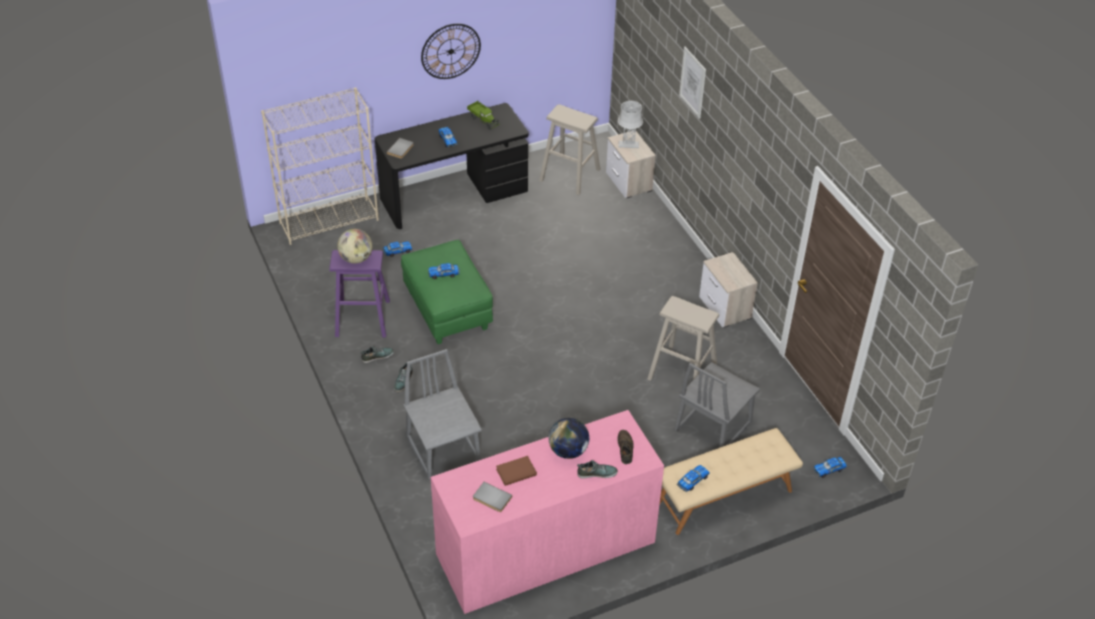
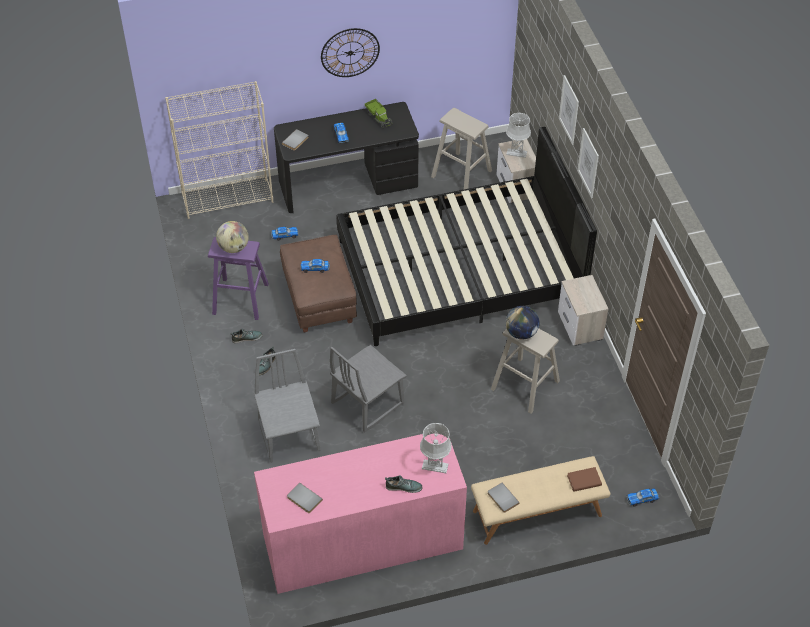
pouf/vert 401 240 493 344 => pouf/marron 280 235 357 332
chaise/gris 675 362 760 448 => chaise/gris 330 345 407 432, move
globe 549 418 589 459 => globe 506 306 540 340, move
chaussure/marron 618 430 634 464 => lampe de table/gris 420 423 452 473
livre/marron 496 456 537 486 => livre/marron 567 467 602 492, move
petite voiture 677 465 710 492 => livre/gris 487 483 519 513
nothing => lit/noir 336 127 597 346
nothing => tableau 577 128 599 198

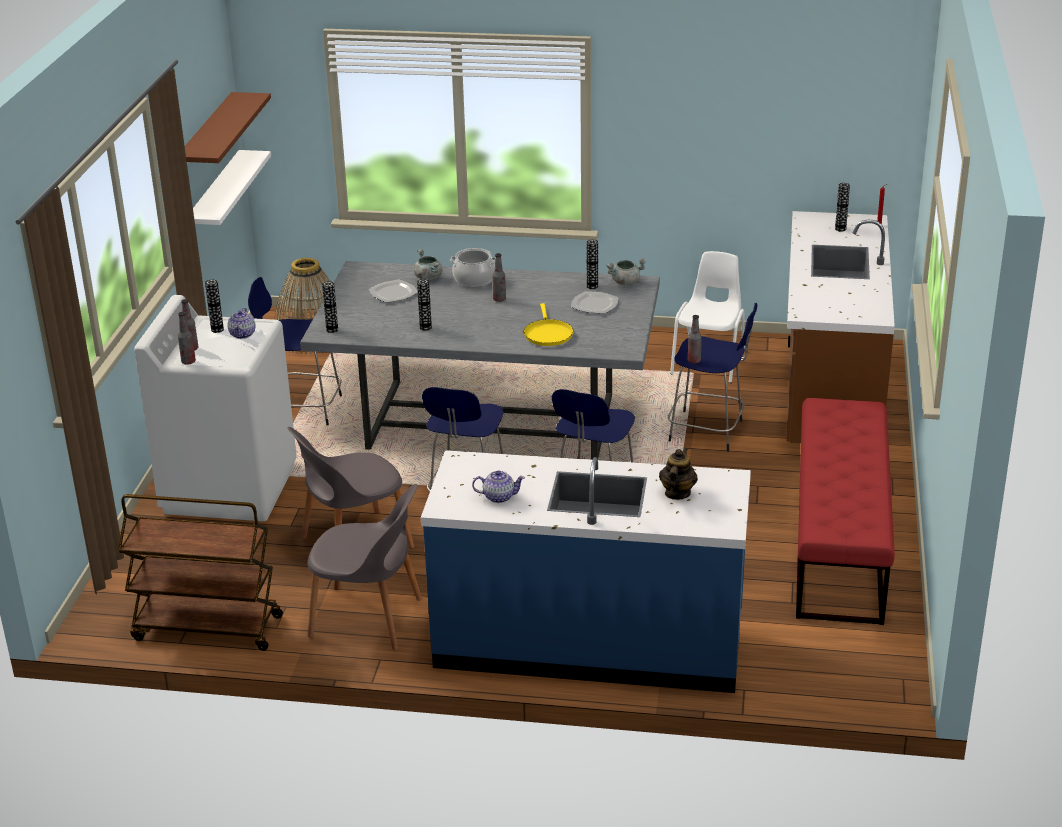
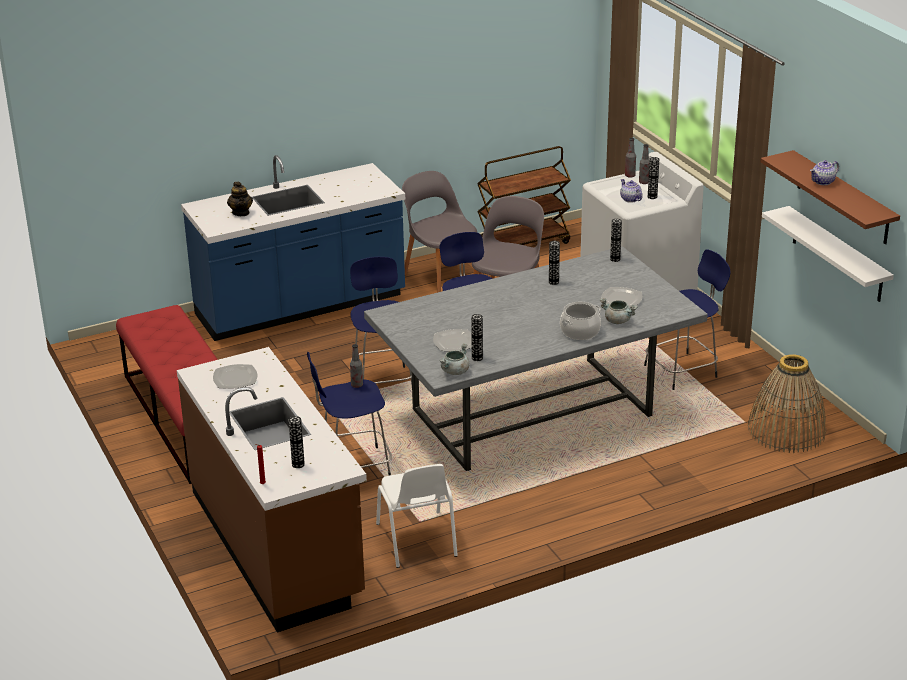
bouteille 492 253 506 302 => nothing
poêle/jaune 524 303 573 346 => nothing
théière 472 471 525 503 => théière 810 160 839 185, move
chaise/gris 308 484 422 650 => chaise/gris 402 171 483 293, 75 degrees clockwise
nothing => assiette 213 364 258 389

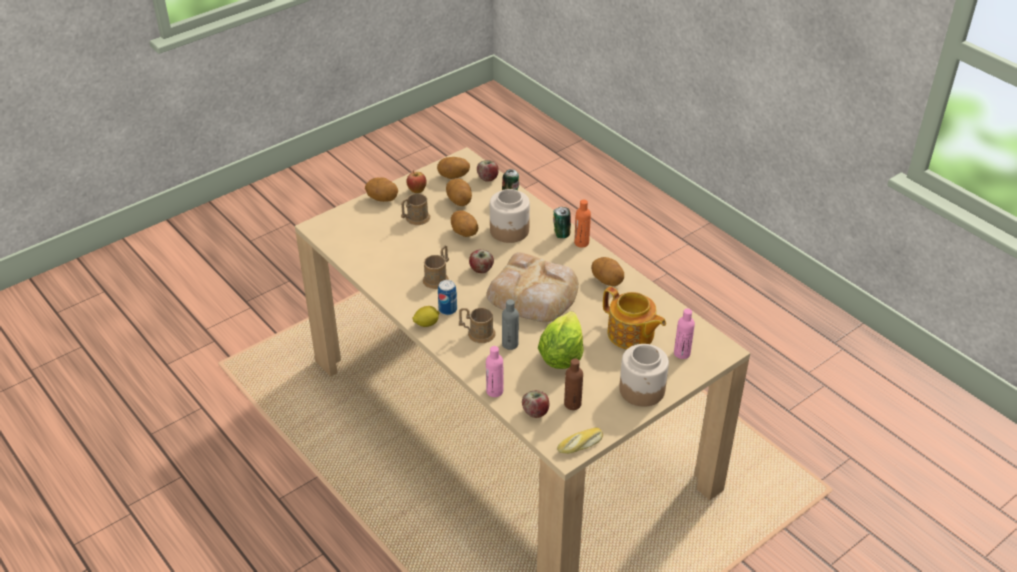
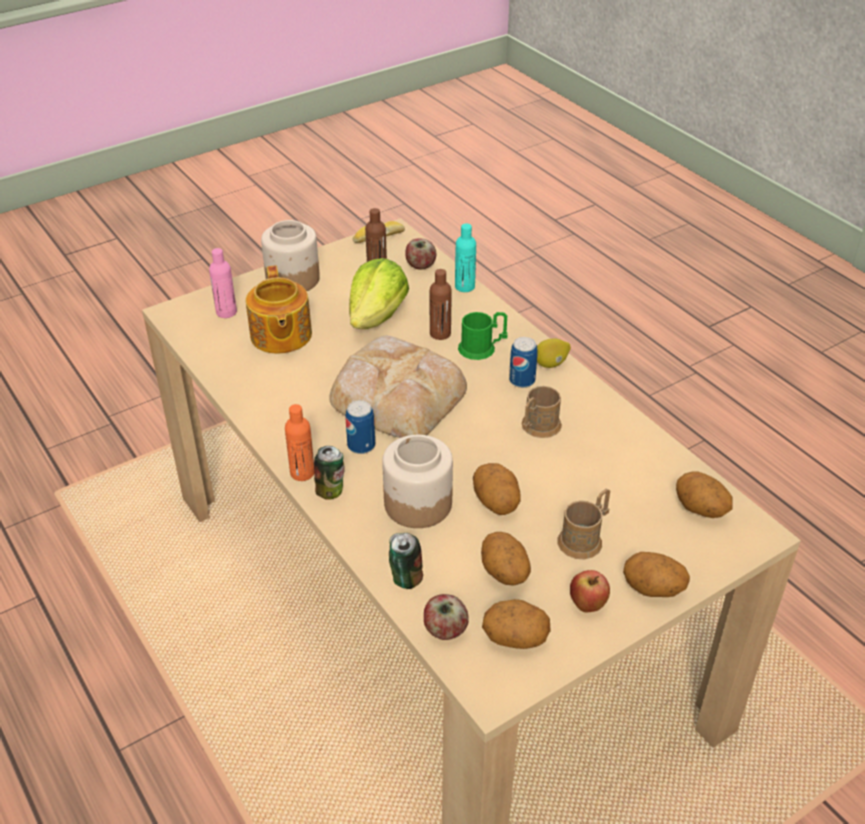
pomme 469 249 494 273 => nothing
pomme de terre 591 257 624 286 => pomme de terre 676 471 732 518, move
théière 603 287 666 349 => théière 246 265 312 354, 150 degrees counterclockwise
bouteille/gris 502 299 519 350 => bouteille/marron 430 269 452 340
mug/marron 459 307 496 343 => mug/vert 458 312 508 360
bouteille/rose 486 346 503 397 => bouteille/turquoise 455 223 476 292
nothing => boîte métallique 345 400 375 454

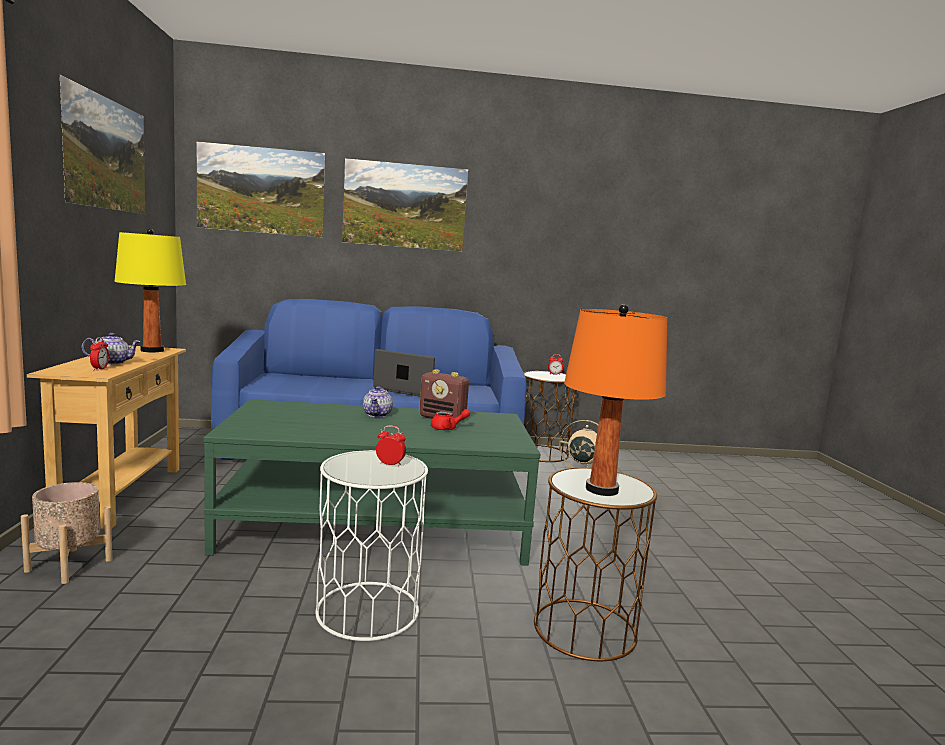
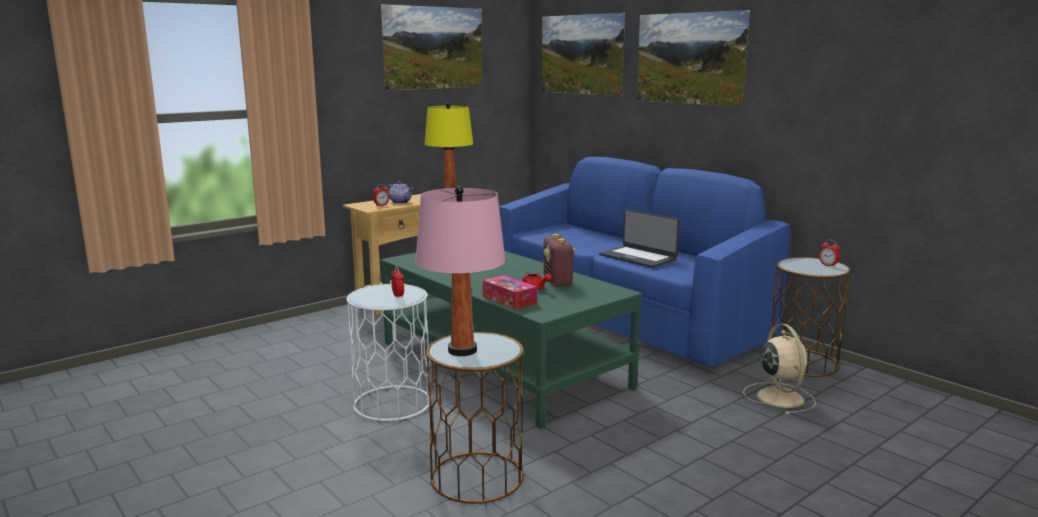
lampe de table/orange 564 304 667 496 => lampe de table/rose 415 186 505 356
ordinateur portable 373 349 435 397 => ordinateur portable 599 209 680 268, 150 degrees clockwise
théière 363 386 393 417 => nothing
cache-pot/beige 21 482 112 584 => nothing
nothing => boîte à mouchoirs 483 275 537 310

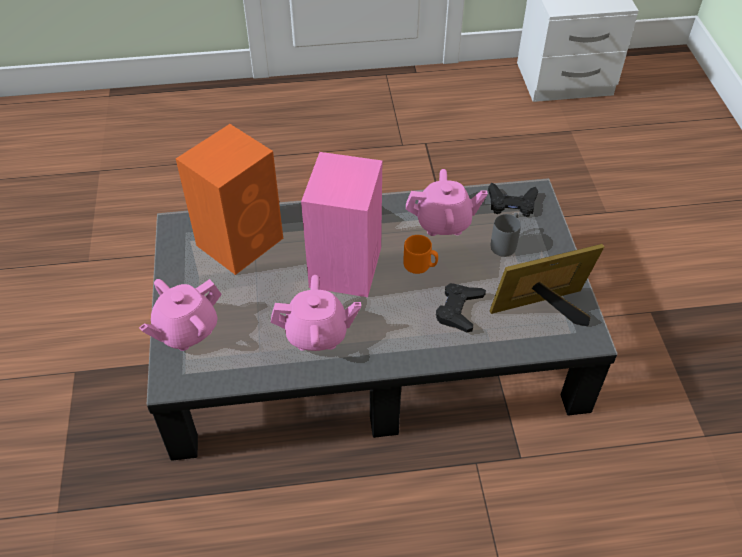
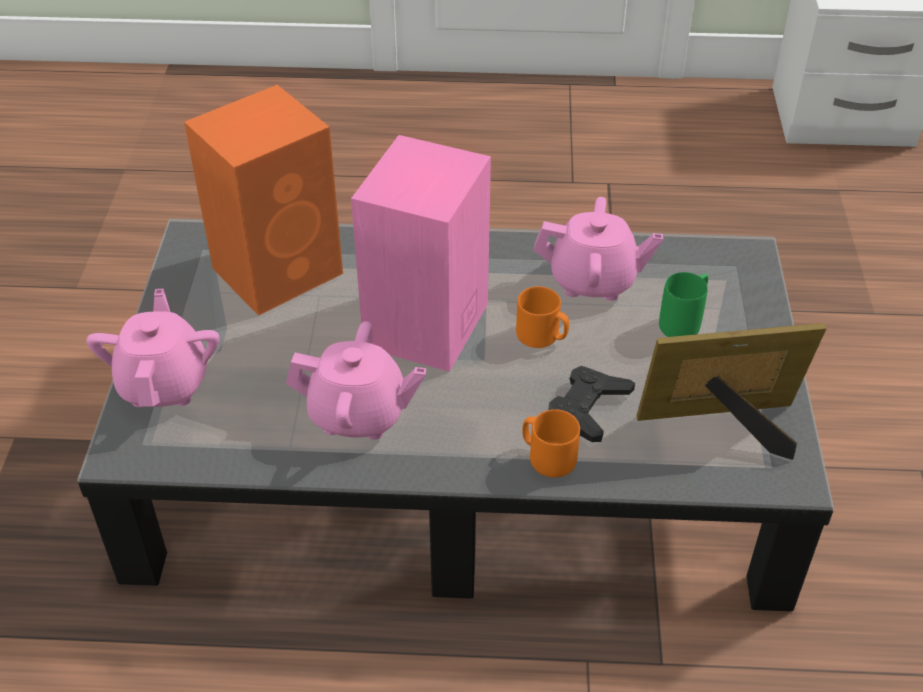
manette/noir 488 183 538 217 => nothing
mug/gris 491 213 521 257 => mug/vert 659 272 708 337
théière/rose 139 279 222 351 => théière/rose 86 289 219 407, 120 degrees clockwise
nothing => mug/orange 522 409 580 478

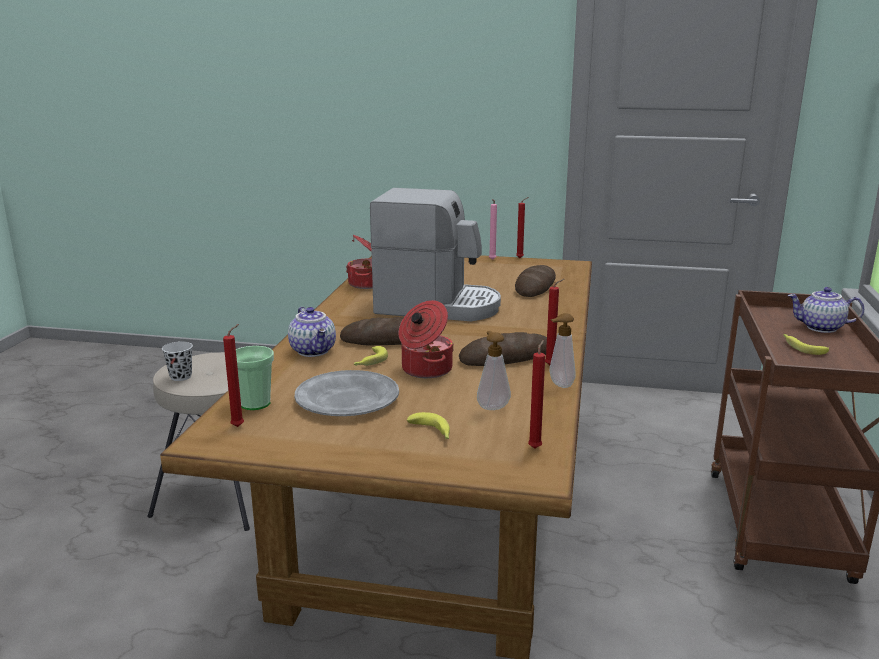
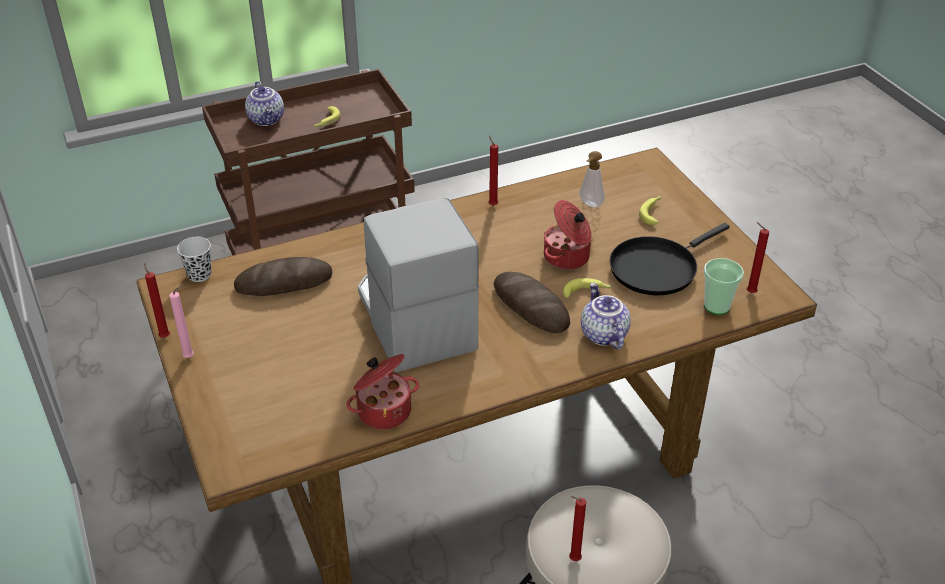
théière 288 307 336 357 => théière 581 283 631 349, 45 degrees counterclockwise
distributeur de savon 549 313 576 388 => nothing
pain 459 332 547 366 => nothing
bougie/rouge 528 339 545 449 => bougie/rouge 569 496 586 561, move
tasse/noir 162 341 193 381 => tasse/noir 177 237 211 282, move
assiette/gris 294 370 399 416 => poêle/noir 610 223 729 295

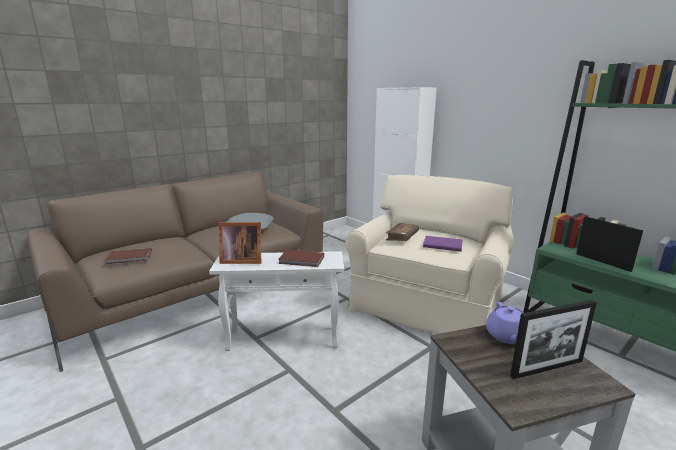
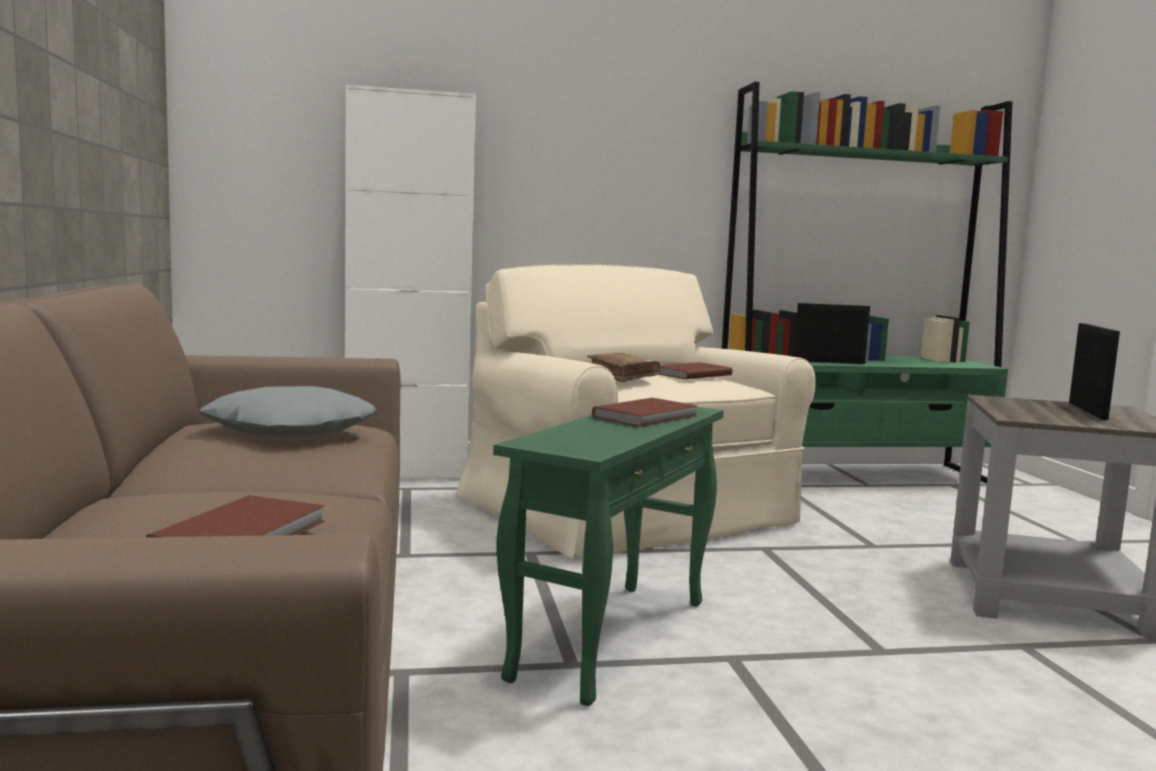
cadre photo 219 222 261 264 => nothing
livre/violet 423 236 462 252 => livre/marron 658 362 732 379
table d'appoint/blanc 209 251 344 351 => table d'appoint/vert 493 407 724 706
théière/violet 486 302 524 344 => nothing

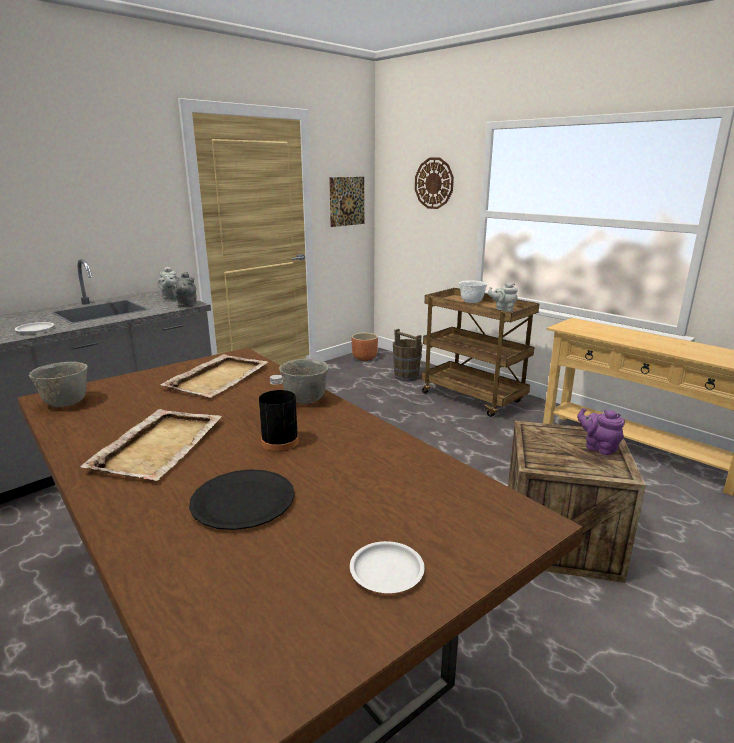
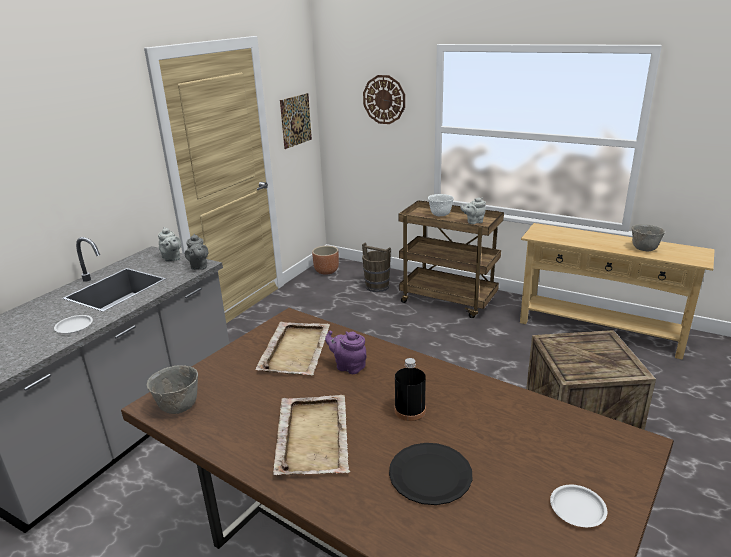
bol/gris 279 359 328 404 => bol/gris 631 224 665 251, move
théière/violet 577 408 625 455 => théière/violet 325 331 367 374, move

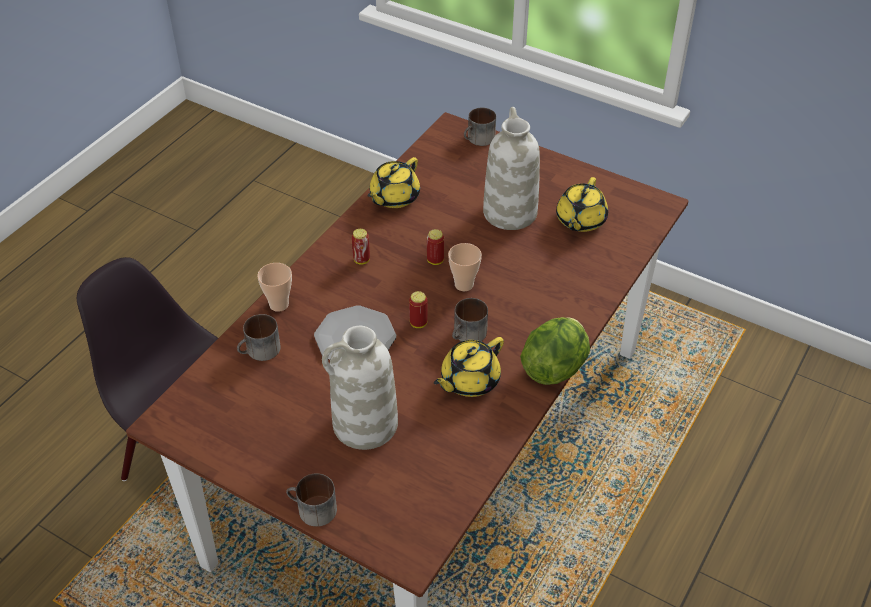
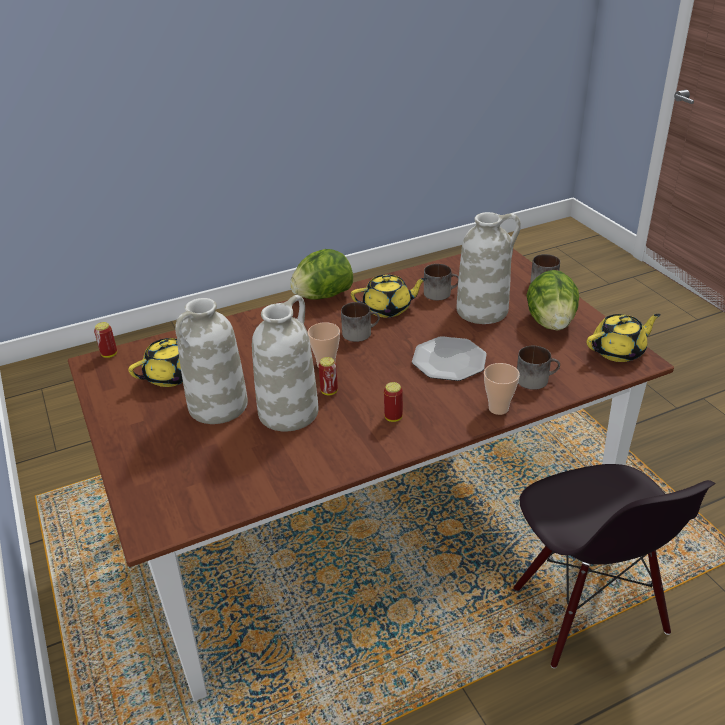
mug 464 108 496 146 => mug 424 264 459 300, move
théière/jaune 368 157 420 208 => théière/jaune 586 314 661 362, move
boîte métallique 409 291 428 328 => boîte métallique 94 322 117 358, move
nothing => laitue 526 270 579 330
nothing => vase/blanc 252 295 318 432

